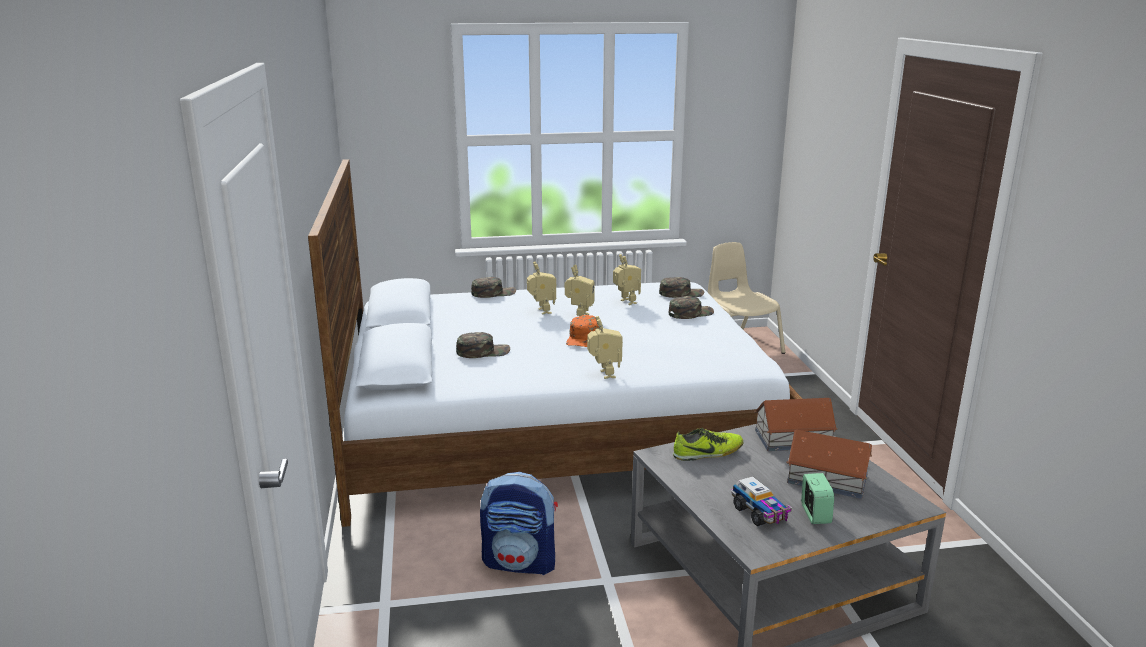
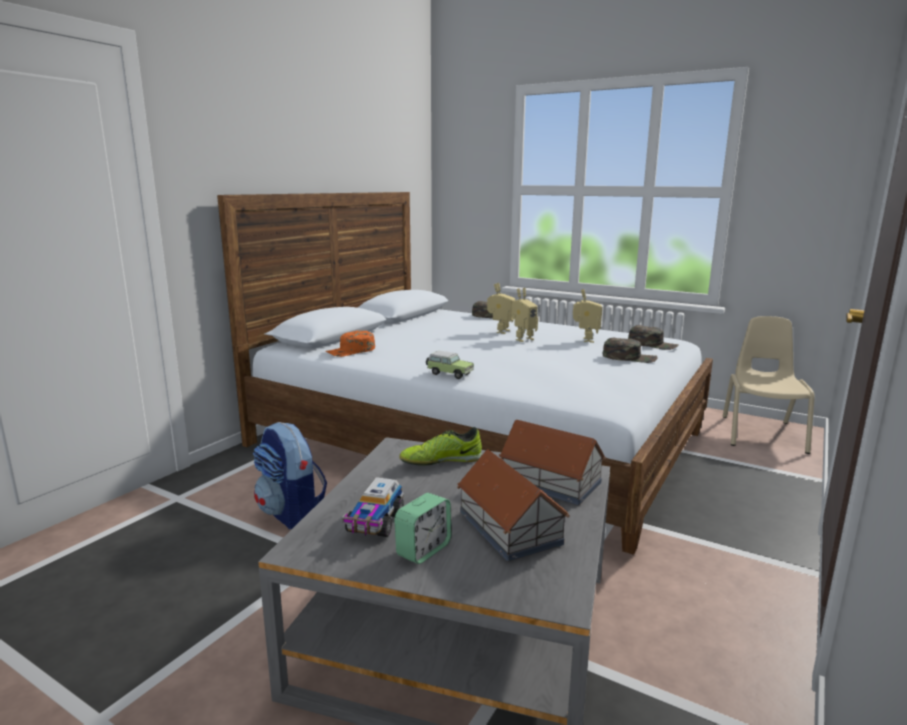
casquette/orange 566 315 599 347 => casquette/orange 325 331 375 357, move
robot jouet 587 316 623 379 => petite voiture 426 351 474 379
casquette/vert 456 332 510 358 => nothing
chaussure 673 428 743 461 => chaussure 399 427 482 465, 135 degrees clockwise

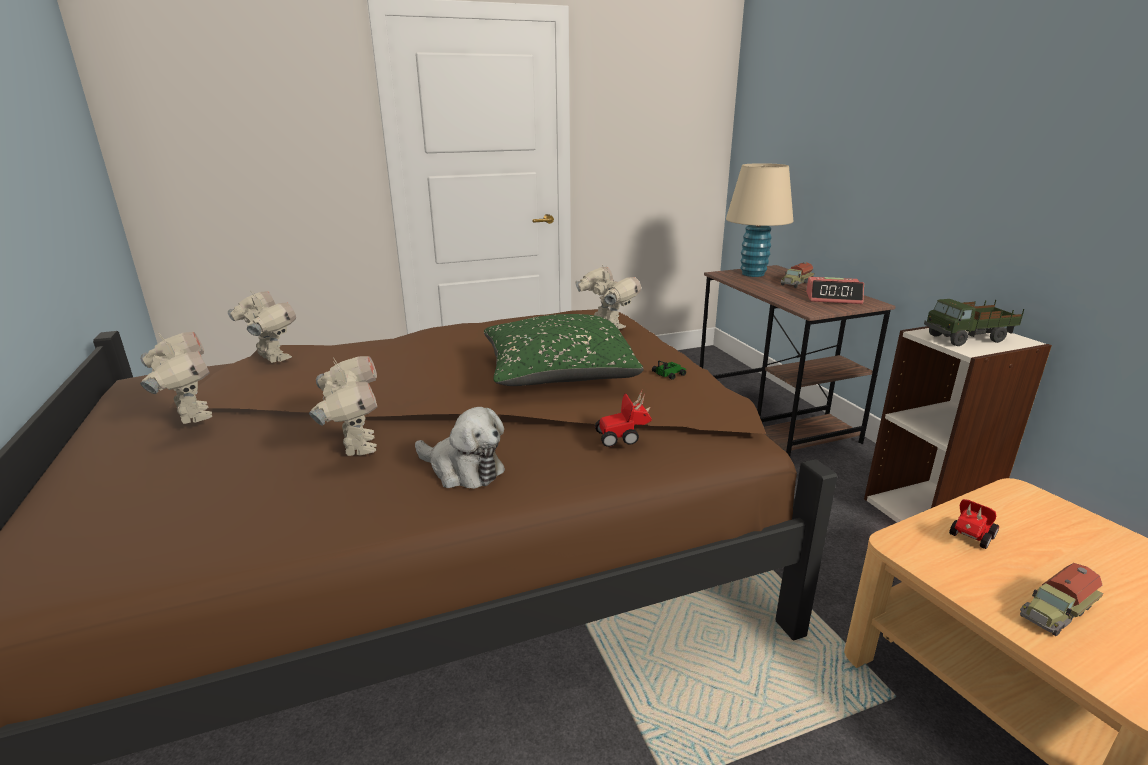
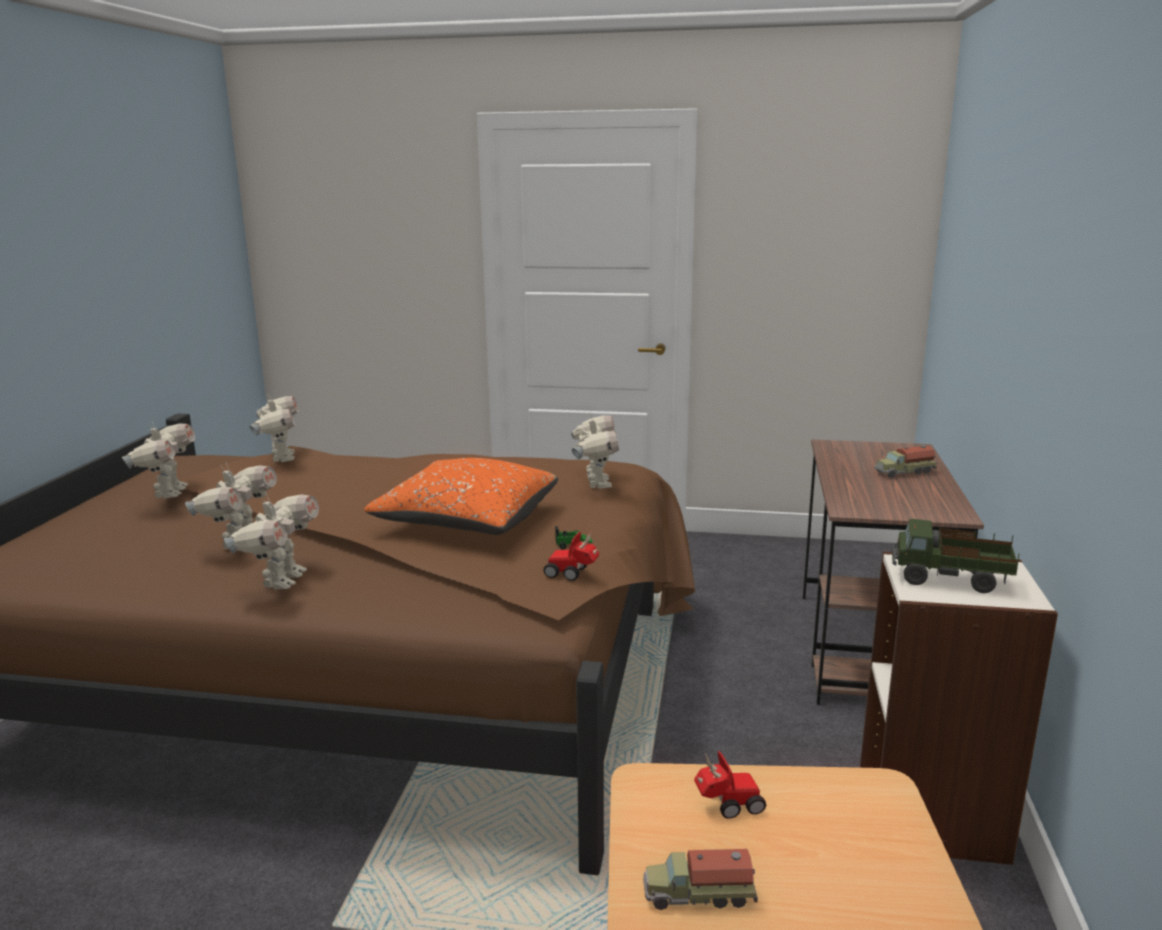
lampe de table/beige 726 163 793 277 => nothing
réveil 806 277 864 304 => nothing
coussin/vert 484 314 643 386 => coussin/orange 364 458 558 535
petite voiture 595 390 652 447 => petite voiture 543 530 599 581, move
peluche 415 407 505 489 => robot jouet 224 492 319 589

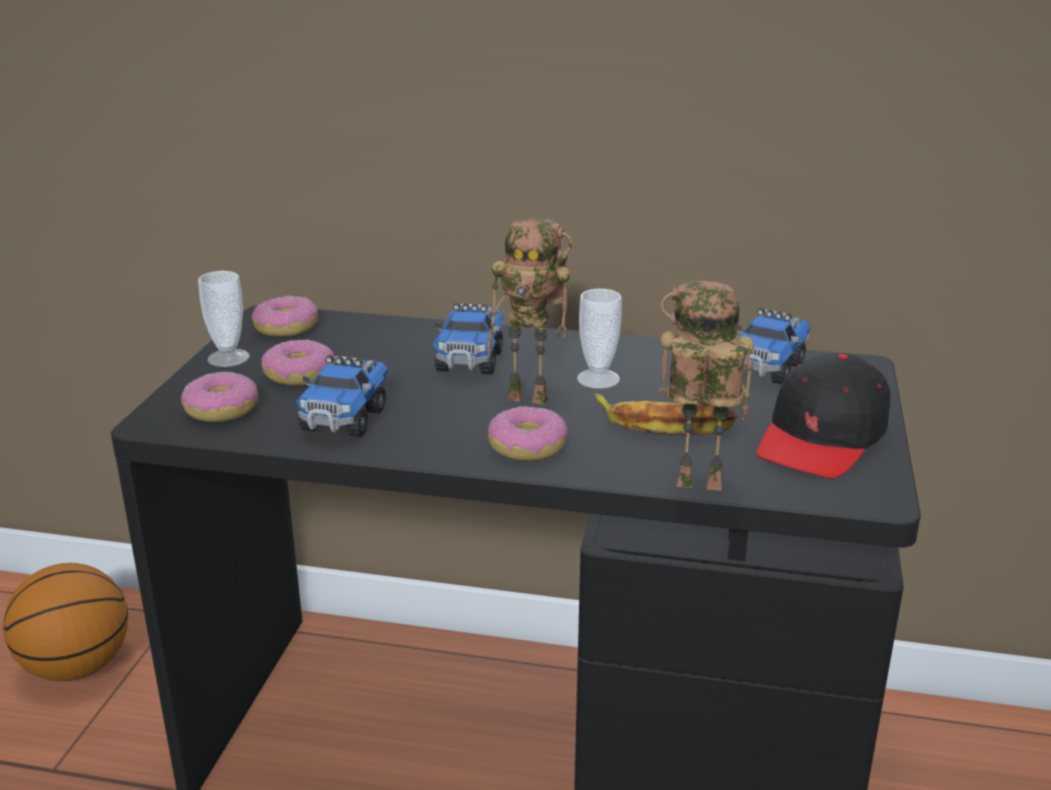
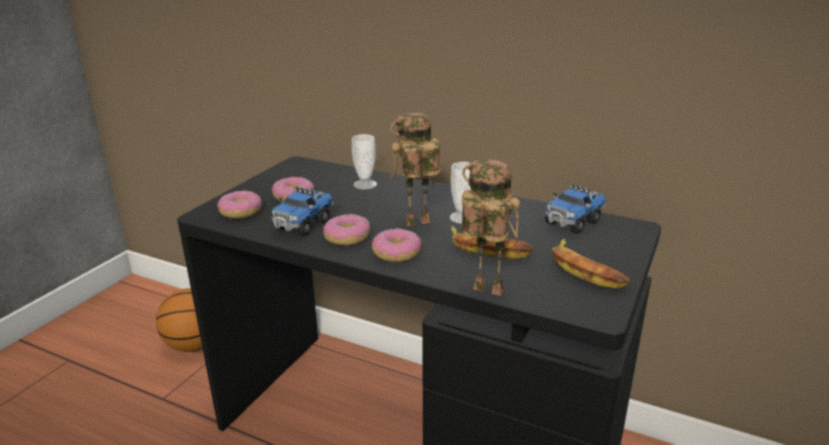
robot jouet 487 218 572 405 => robot jouet 390 113 441 226, 135 degrees clockwise
tasse 198 271 250 367 => tasse 352 134 377 189, move
beignet 252 295 318 337 => beignet 323 214 370 246, move
camion jouet 433 303 503 374 => nothing
casquette/noir 757 353 891 479 => banane 552 238 630 289

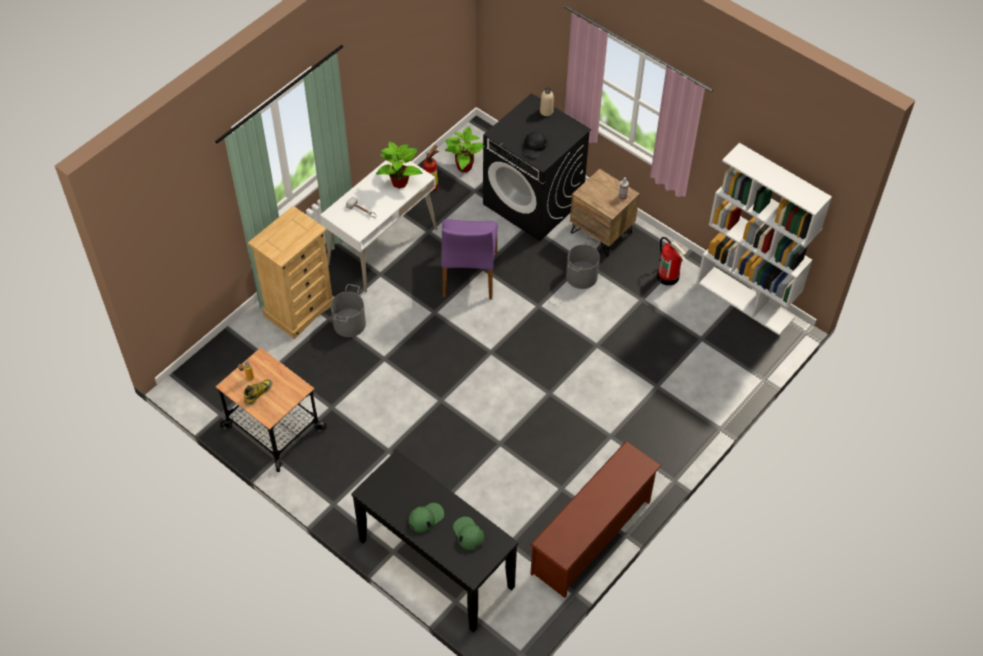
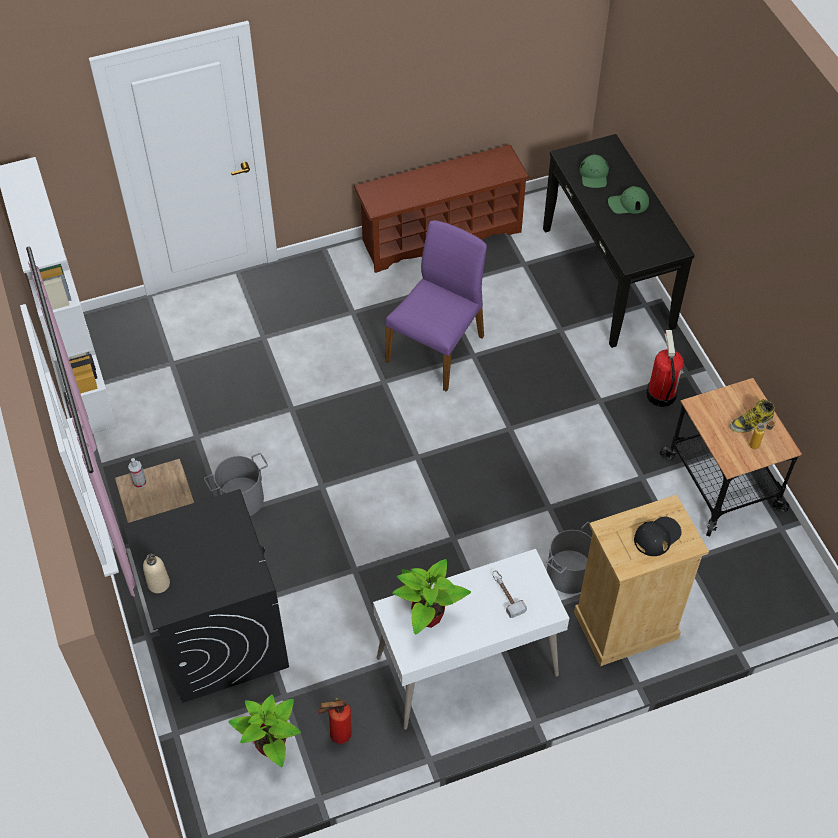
casquette/noir 522 131 547 158 => casquette/noir 634 517 682 556, move
chaise/violet 442 219 498 299 => chaise/violet 385 220 487 392, move
extincteur 657 237 687 285 => extincteur 646 330 684 407, move

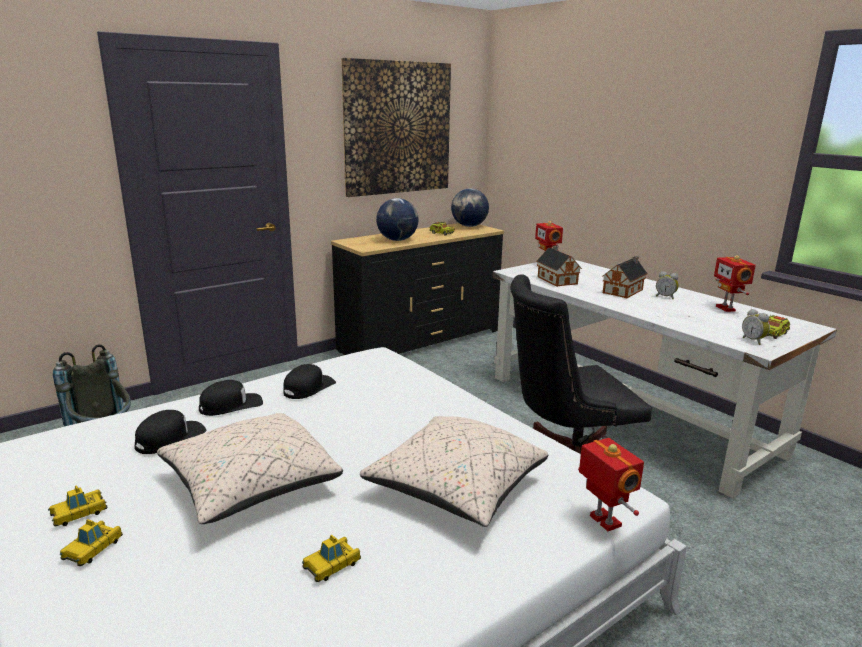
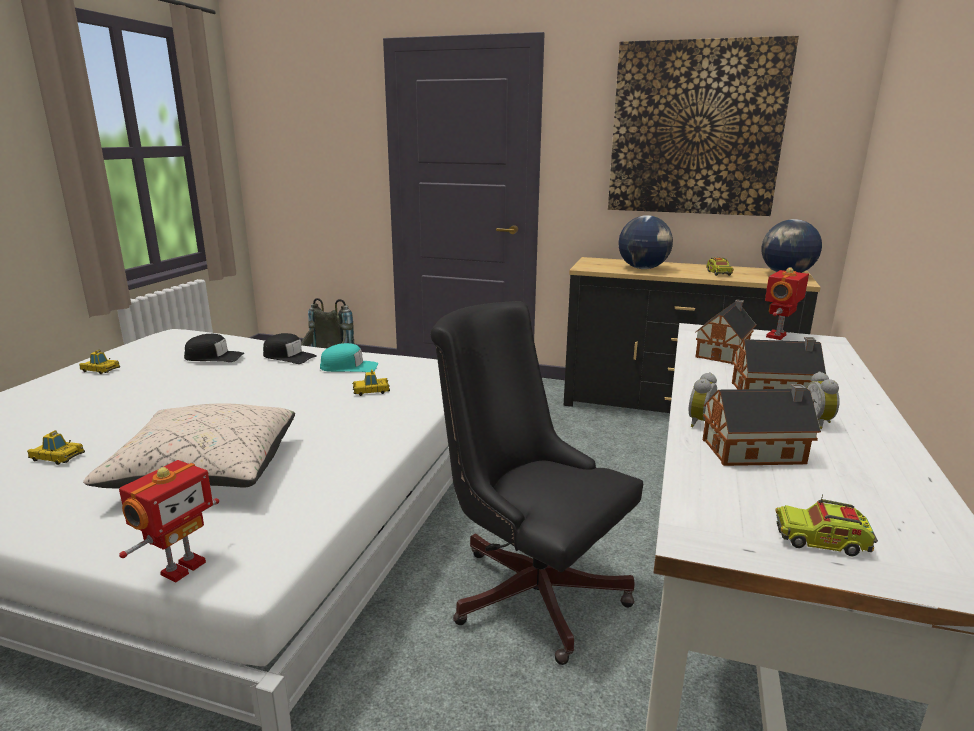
robot jouet 714 255 756 312 => nothing
réveil 742 309 770 345 => réveil 689 372 717 427, move
casquette/noir 283 364 336 399 => casquette/turquoise 320 343 378 372
coussin/beige 157 413 343 524 => nothing
petite voiture 60 519 123 566 => petite voiture 352 369 390 396, move
nothing => maison miniature 703 384 821 466

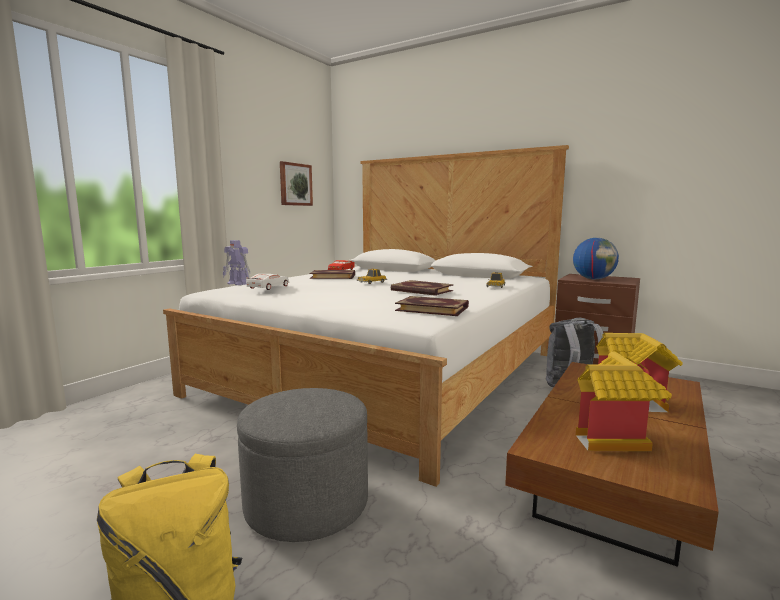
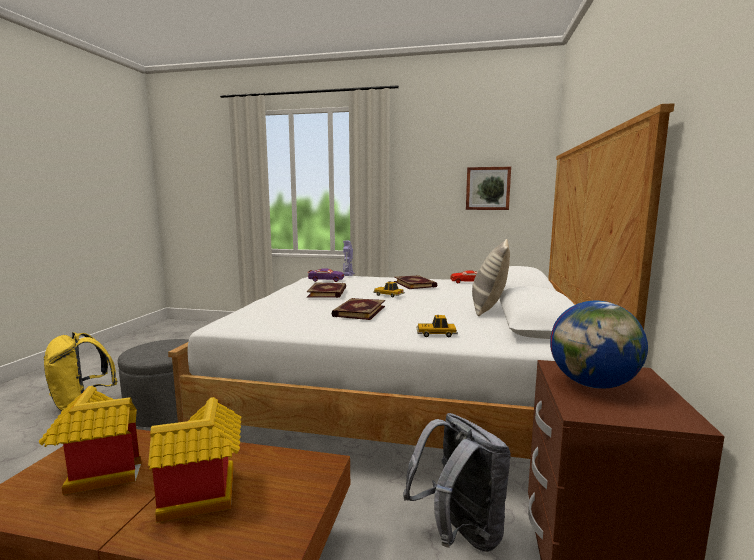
petite voiture/blanc 246 274 289 290 => petite voiture/violet 308 268 344 282
livre 395 296 469 316 => livre 307 283 346 298, move
nothing => coussin 472 239 510 316

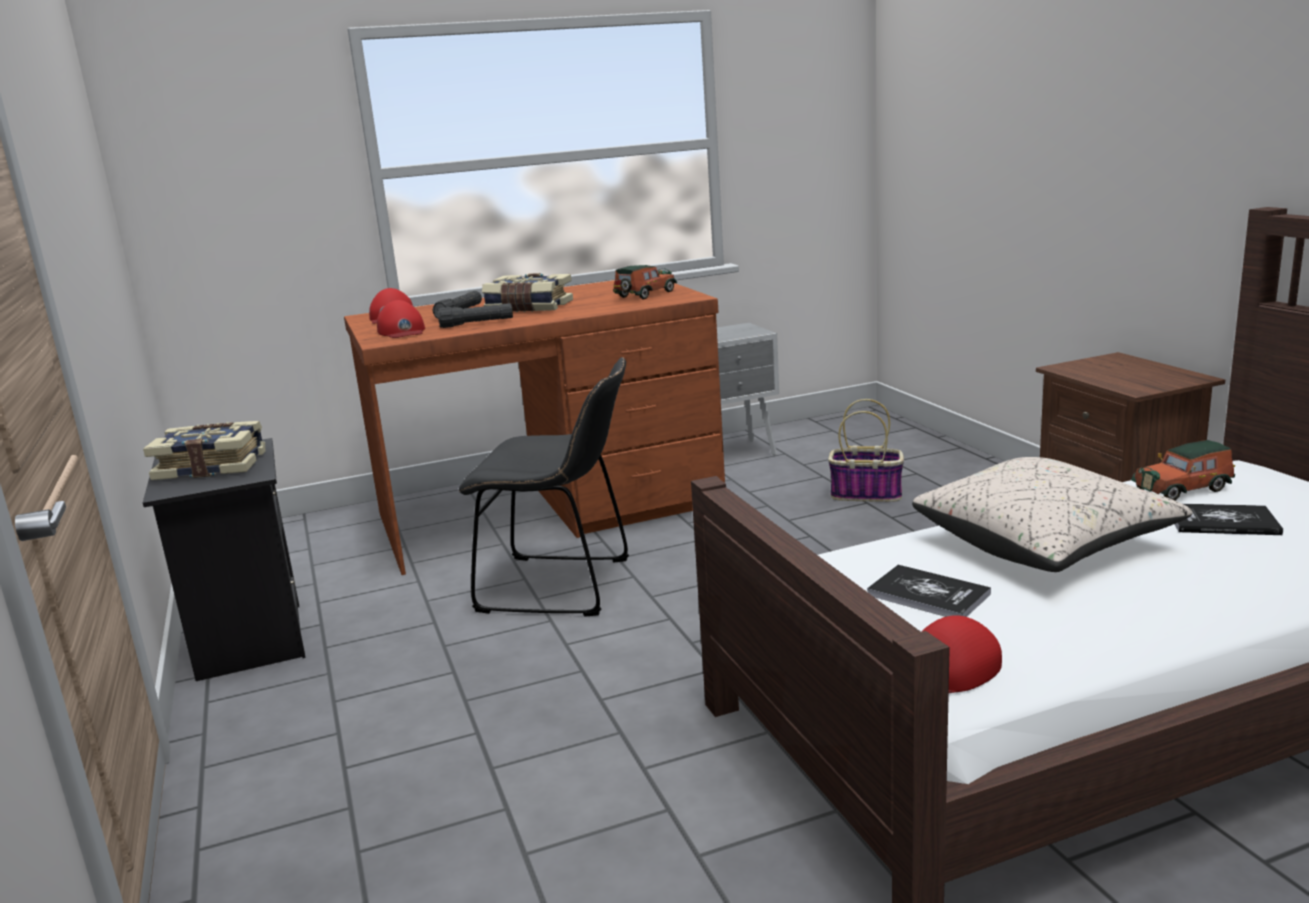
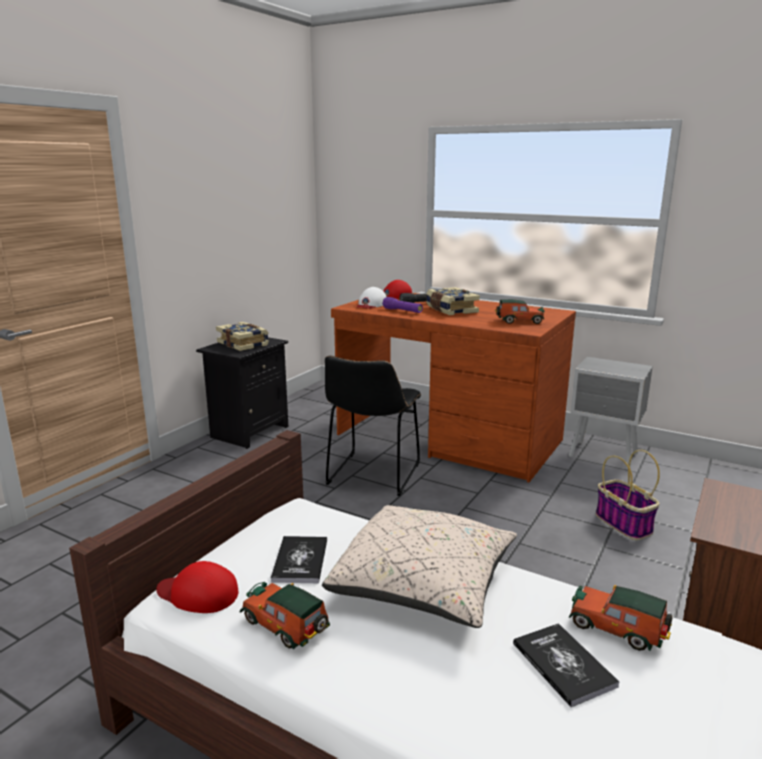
casquette/rouge 377 300 425 338 => casquette/blanc 356 287 387 309
lampe de poche/noir 437 303 513 328 => lampe de poche/violet 382 297 423 313
chaise/noir 459 357 629 617 => chaise/noir 325 356 421 496, 45 degrees clockwise
nothing => petite voiture 240 582 330 649

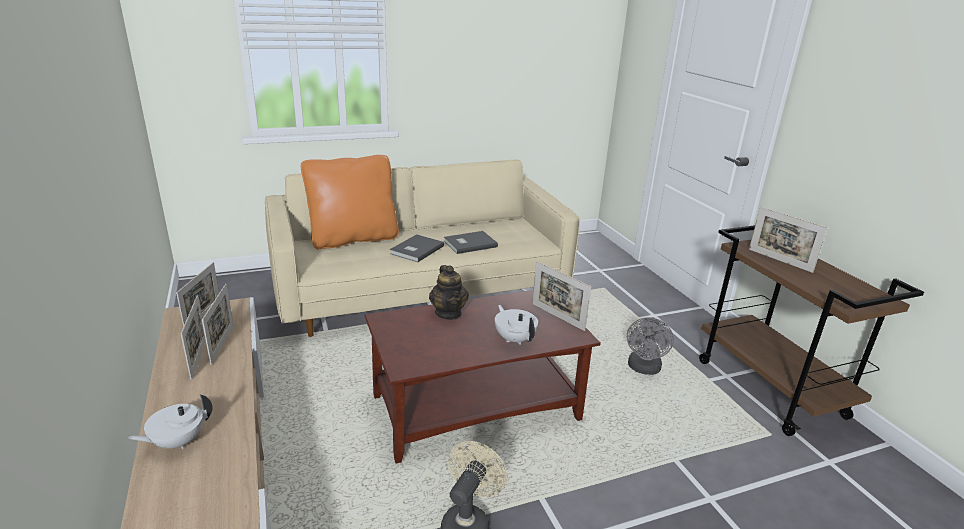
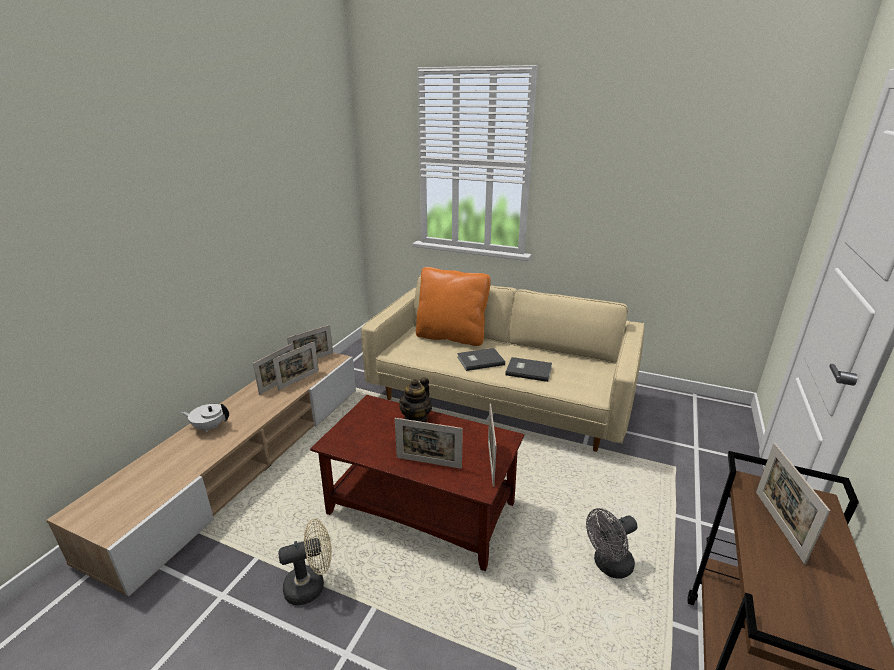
théière/blanc 495 305 538 345 => cadre photo 395 418 463 469

